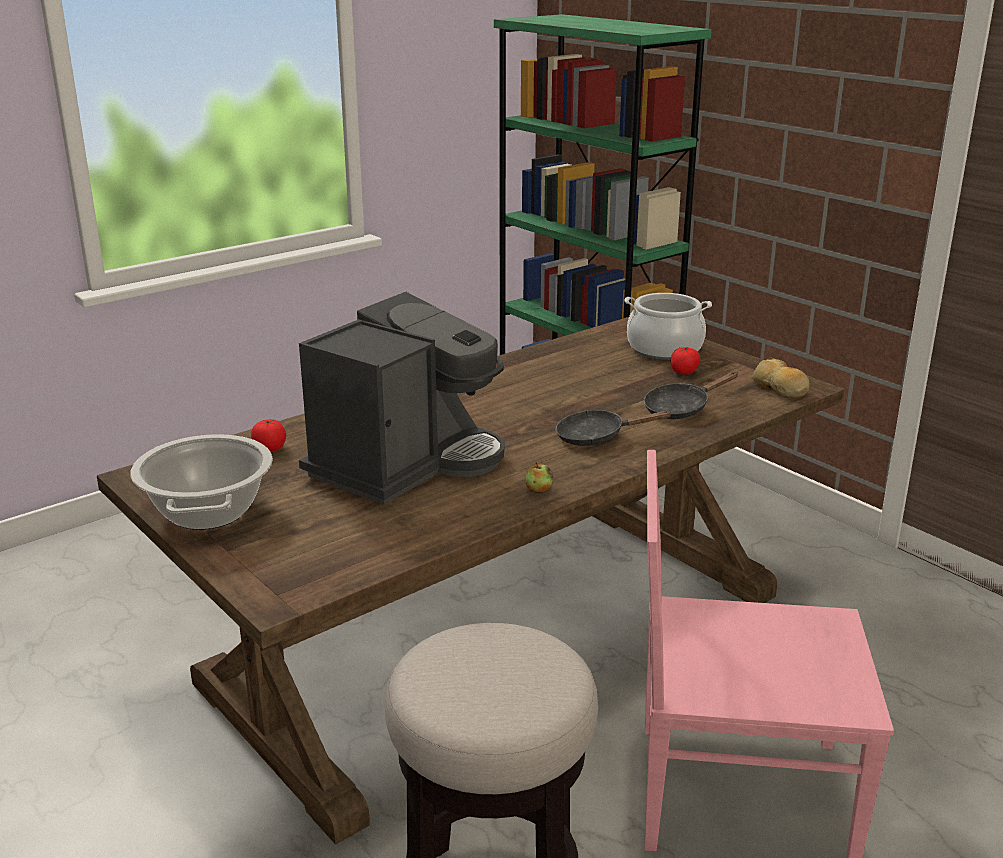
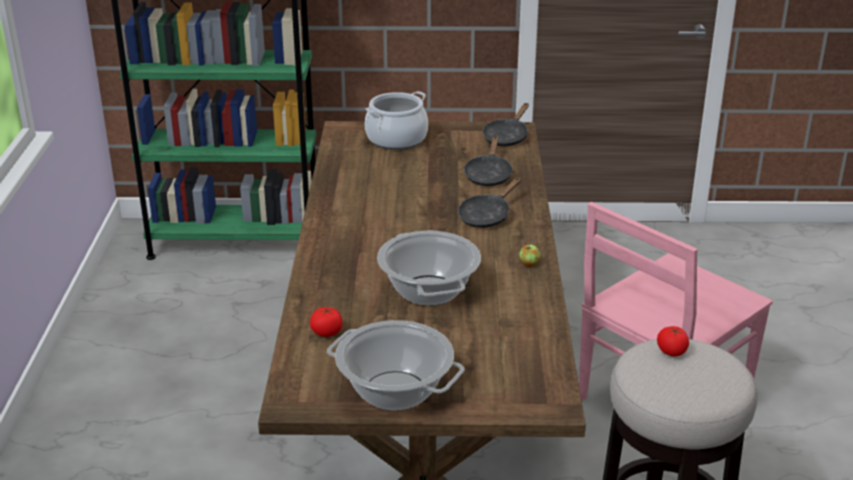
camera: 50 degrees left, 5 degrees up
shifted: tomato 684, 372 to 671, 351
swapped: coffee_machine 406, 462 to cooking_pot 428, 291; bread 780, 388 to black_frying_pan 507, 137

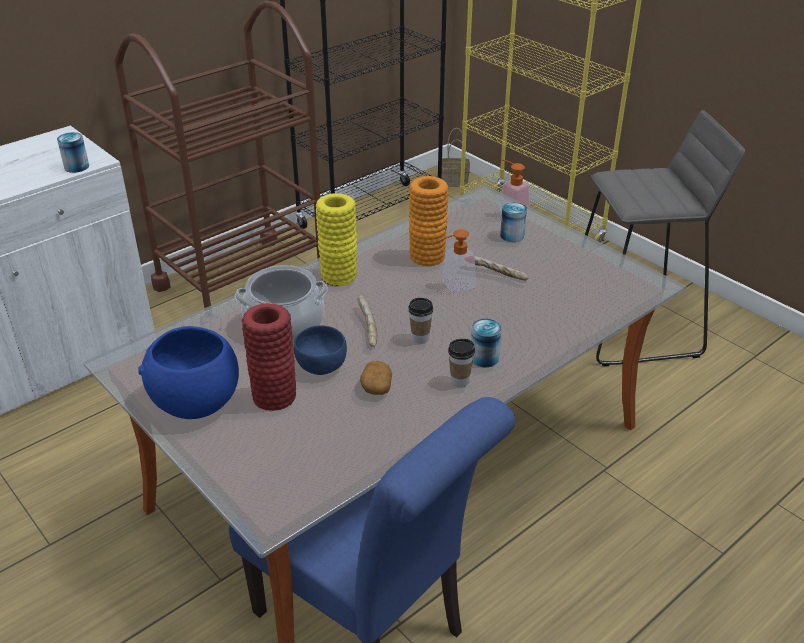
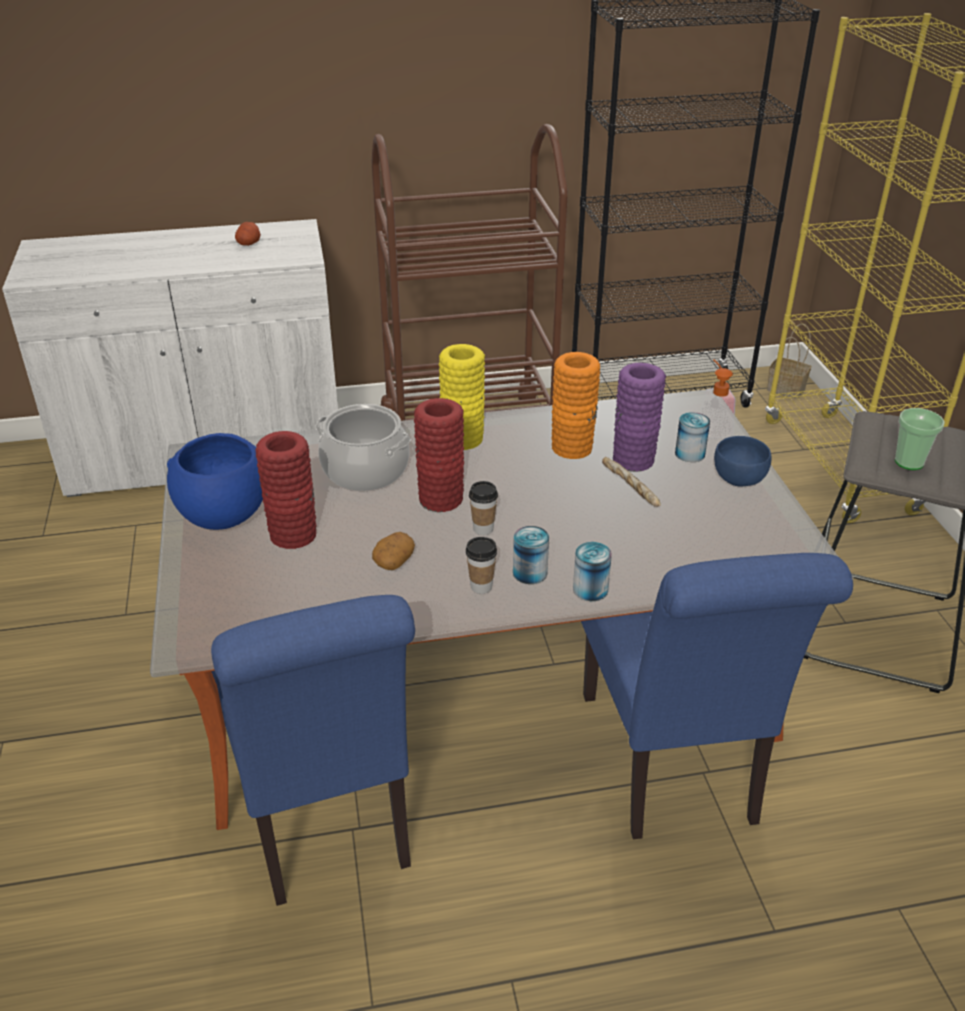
camera: 30 degrees right, 0 degrees up
gone: soap_dispenser 453, 286
new: potato 249, 243; blue_chair 672, 766; purple_vase 633, 459; cup 909, 462
shifted: can 76, 167 to 590, 589; blue_bowl 322, 366 to 739, 478
swapped: bread 366, 327 to red_vase 441, 498

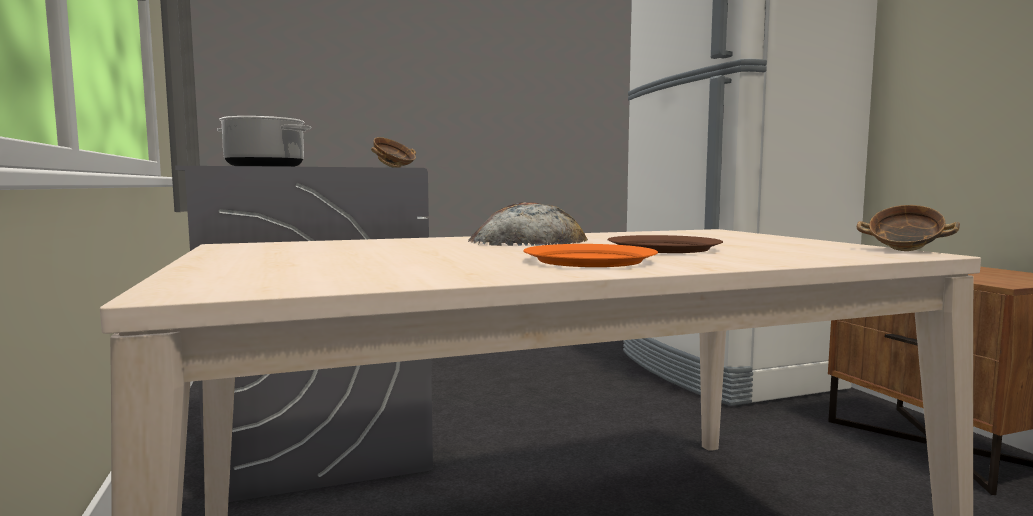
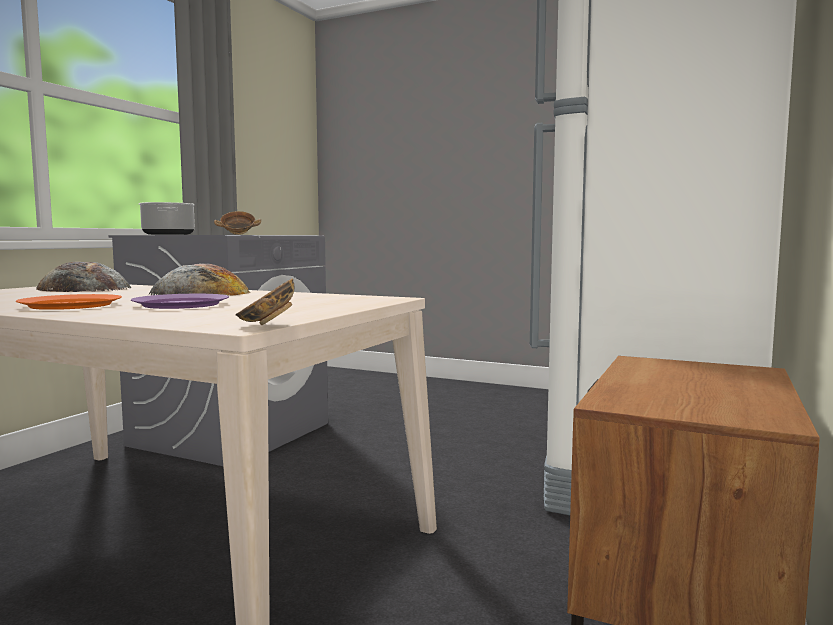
camera: 45 degrees right, 0 degrees up
new: bread 84, 288
repainted: brown_plate 663, 248 to purple_plate 180, 304

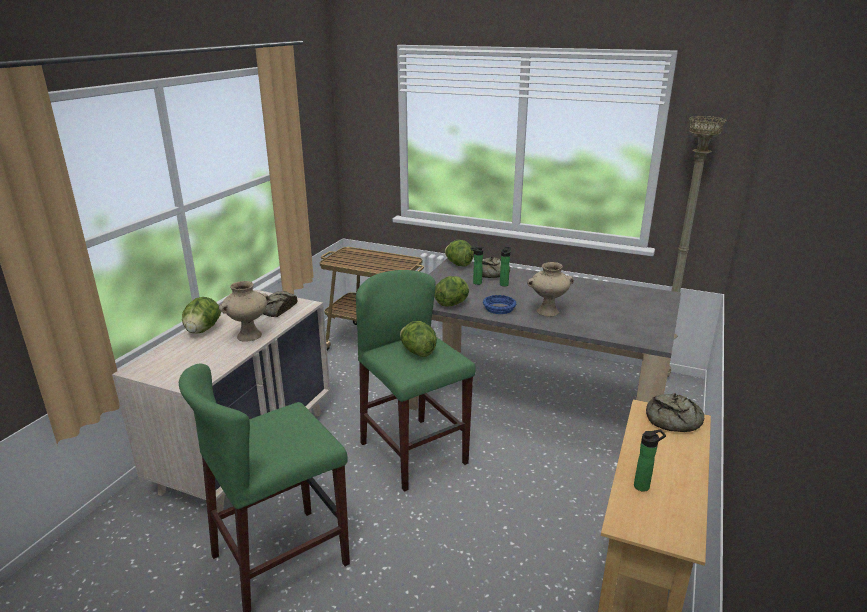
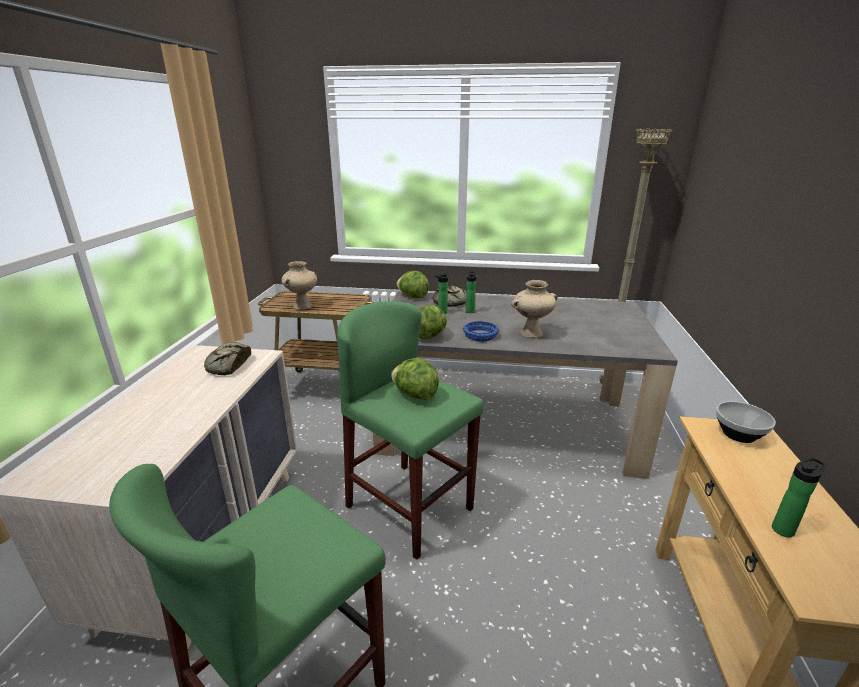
camera: 15 degrees left, 0 degrees up
gone: lettuce 202, 330
shifted: beige_vase 249, 335 to 302, 306
swapped: bread 673, 420 to bowl 739, 434

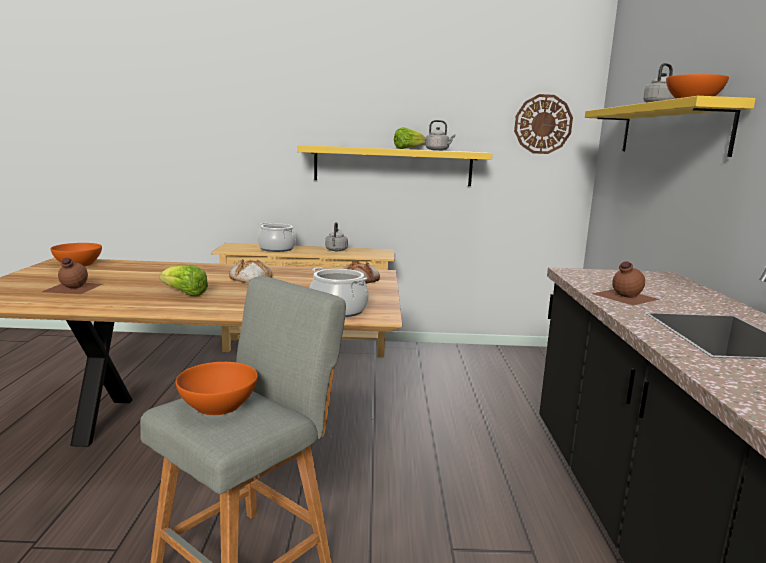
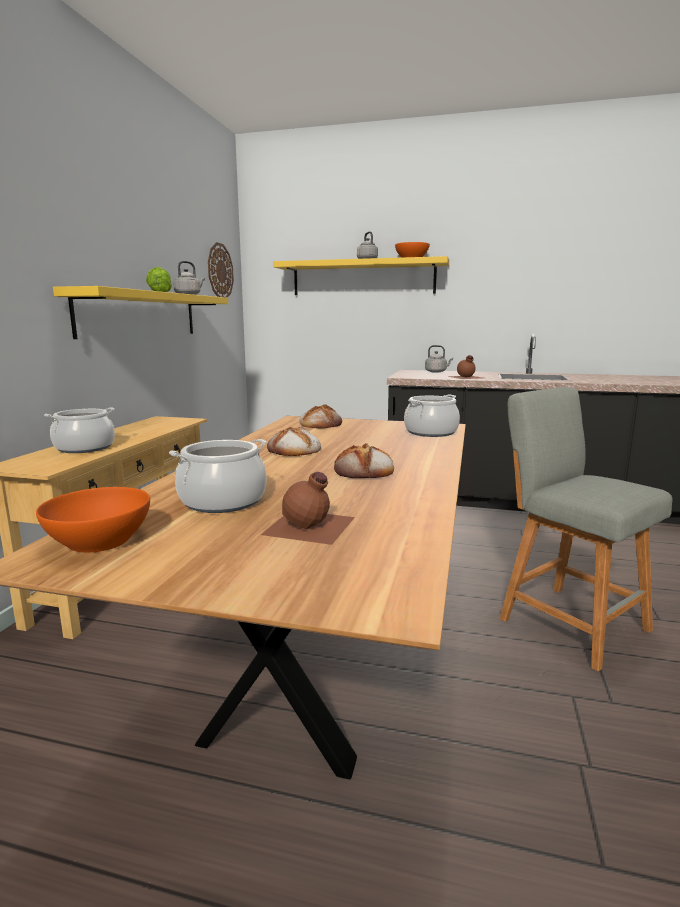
camera: 75 degrees left, 0 degrees up
gone: orange_bowl 218, 405
new: cooking_pot 222, 501
shifted: grey_kettle 336, 250 to 437, 372
swapped: lettuce 184, 294 to bread 364, 471

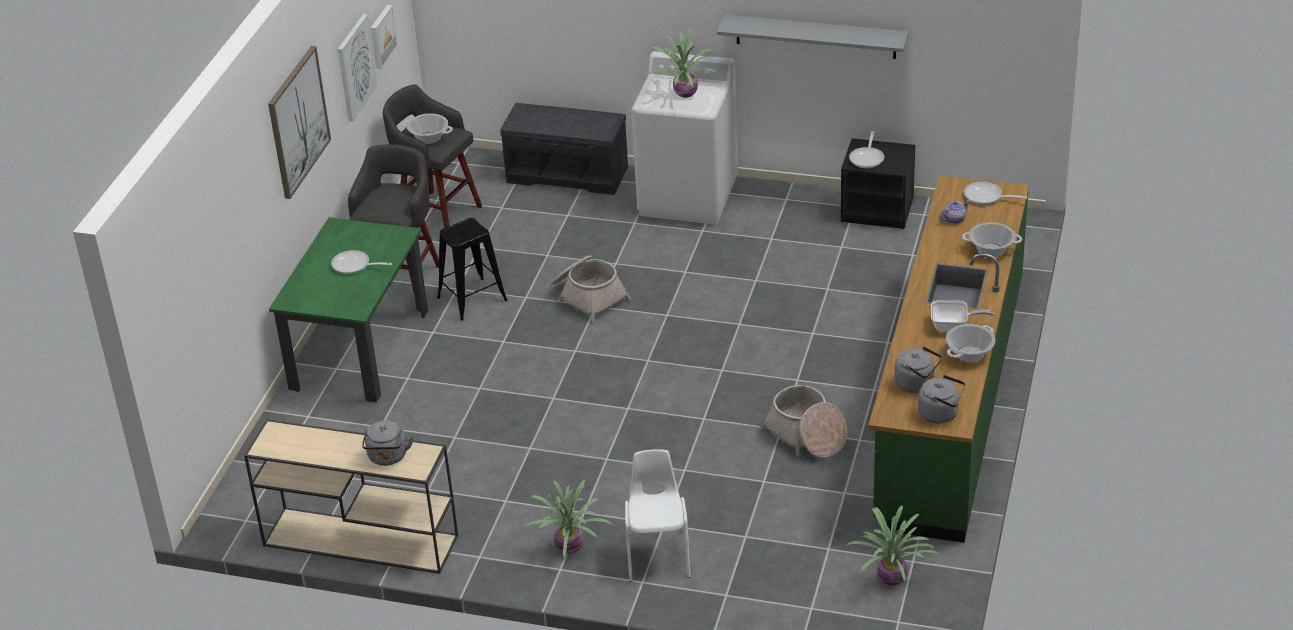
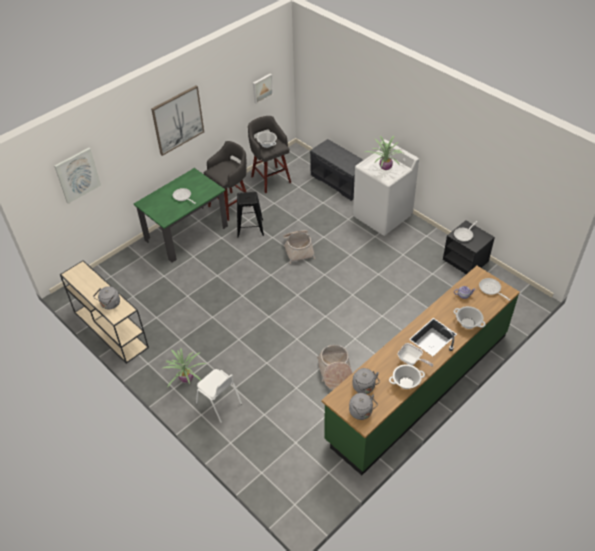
camera: 30 degrees right, 10 degrees up
gone: grey_shelf 815, 36; potted_plant 892, 578
shifted: picture 355, 67 to 77, 175
rotated: white_chair 658, 555 = 219, 403 105 degrees clockwise

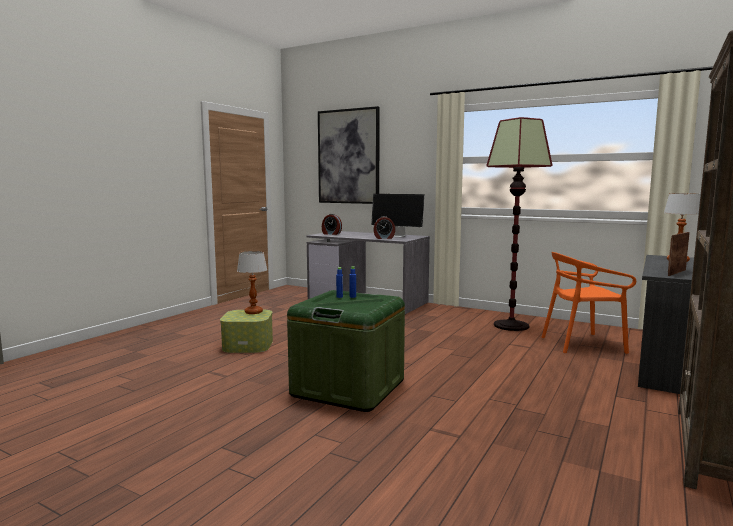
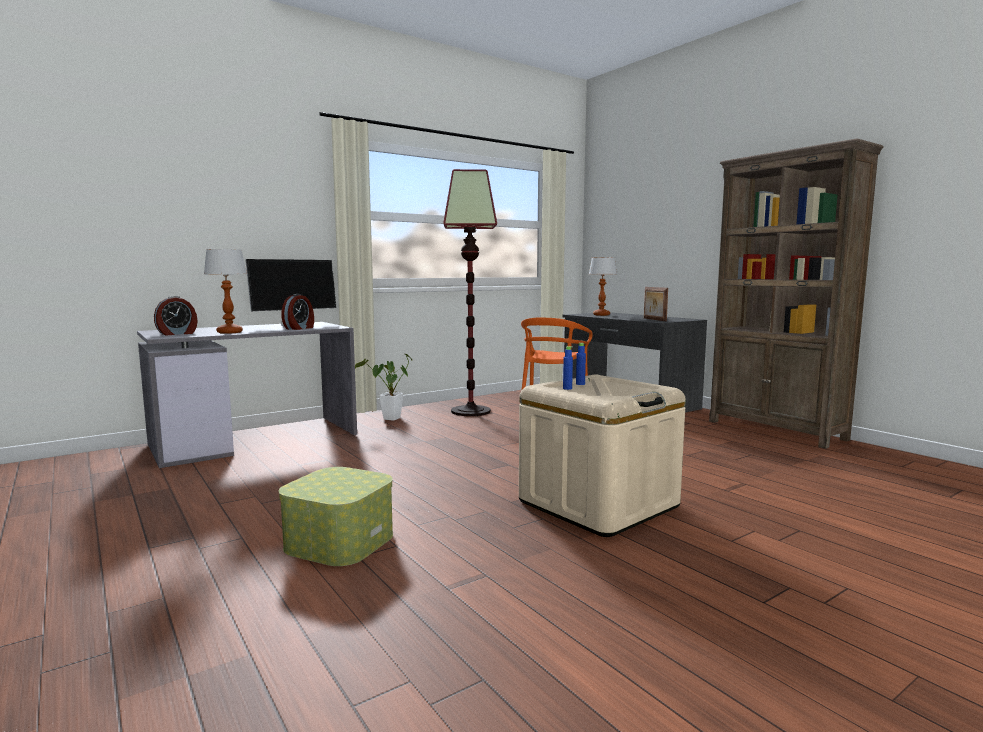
camera: 65 degrees left, 0 degrees up
gone: picture 348, 156
new: potted_plant 389, 419
shifted: table_lamp 253, 312 to 229, 332
repainted: green_storage_box 348, 388 to beige_storage_box 598, 504

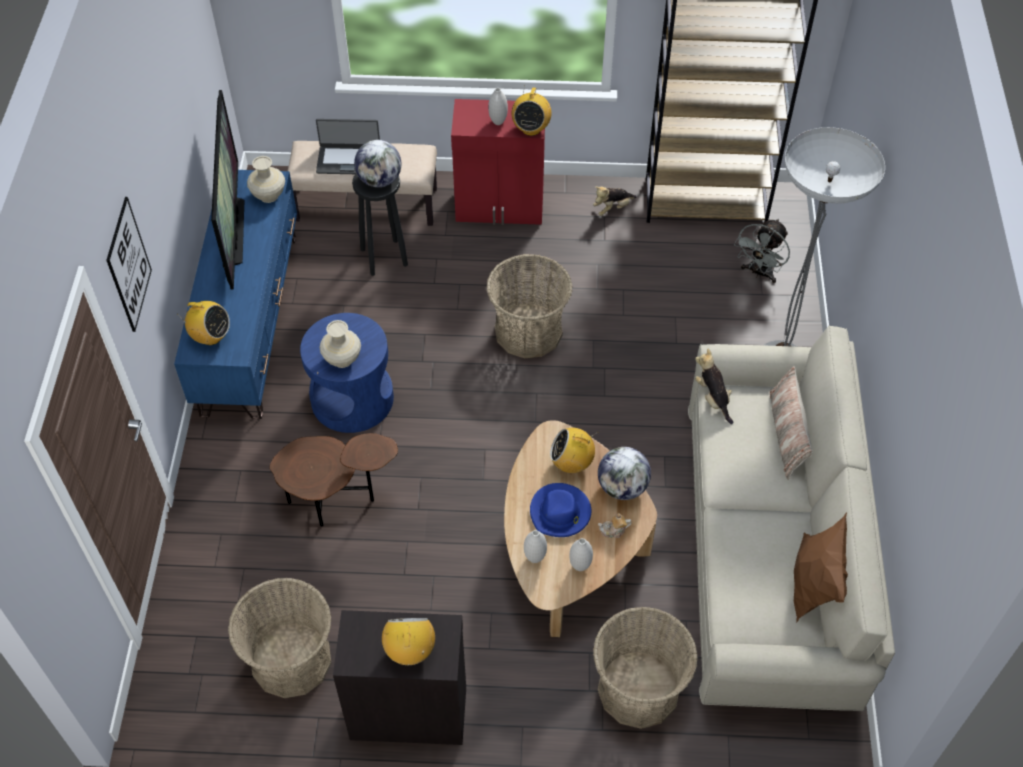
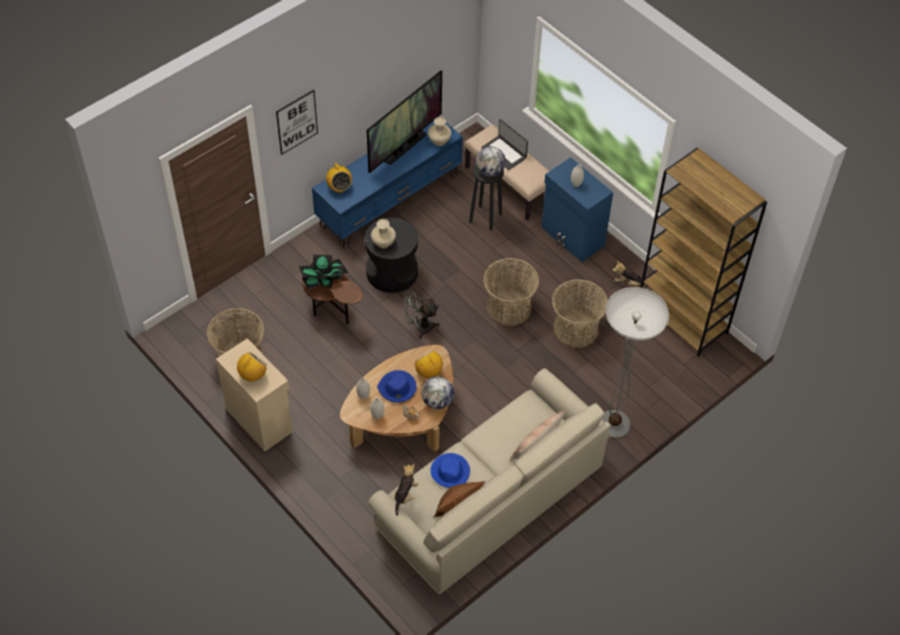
camera: 45 degrees right, 0 degrees up
gone: radio 531, 129
new: potted_plant 324, 282; blue_hat 450, 471
shifted: basket 638, 689 to 576, 329; plush_toy 713, 398 to 405, 495; grey_fan 759, 273 to 419, 328
repainted: blue_side_table 352, 398 to black_side_table 392, 272; black_cabinet 408, 711 to beige_cabinet 259, 419; red_cabinet 500, 207 to blue_cabinet 572, 237

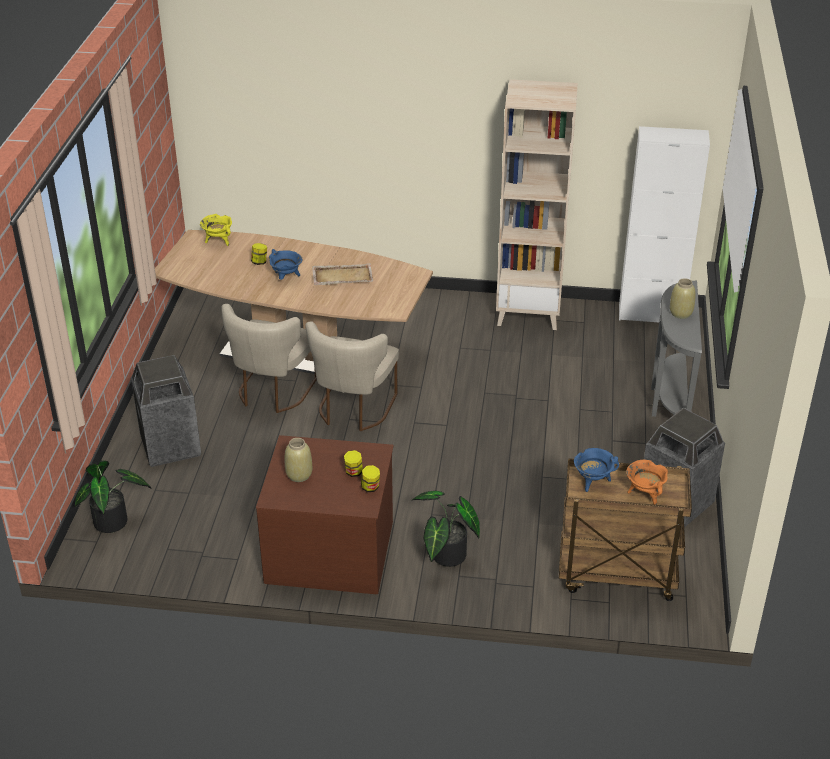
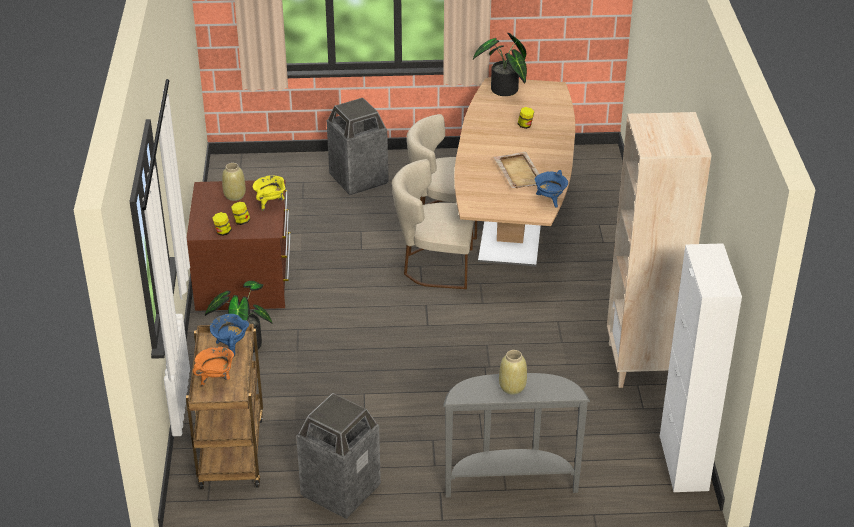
camera: 80 degrees right, 0 degrees up
shifted: potted_plant 114, 523 to 504, 91; yellow_cooking_pot 218, 241 to 270, 203; blue_cooking_pot 286, 277 to 550, 200

